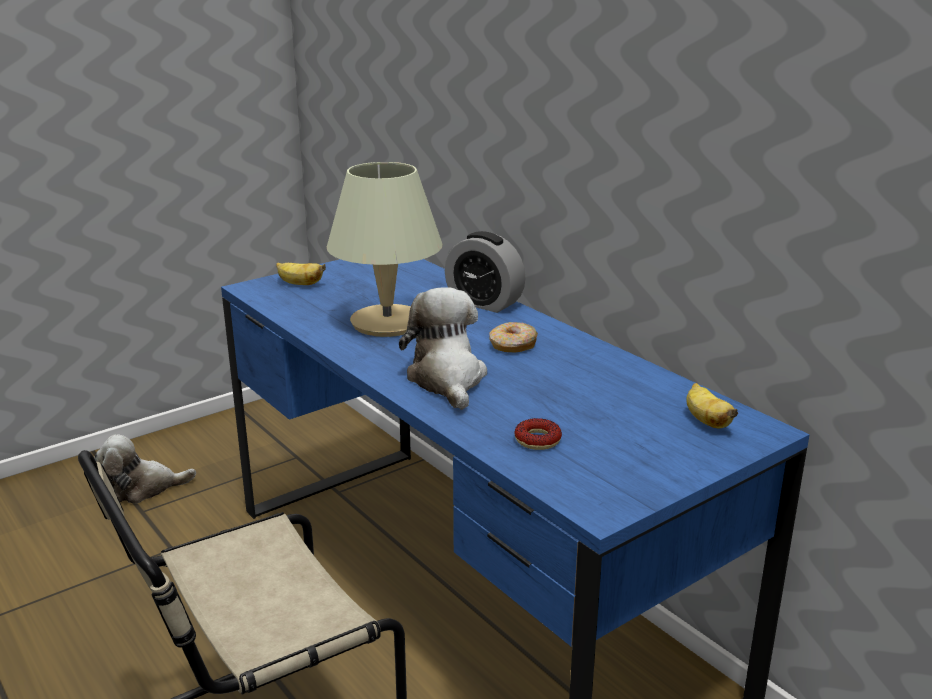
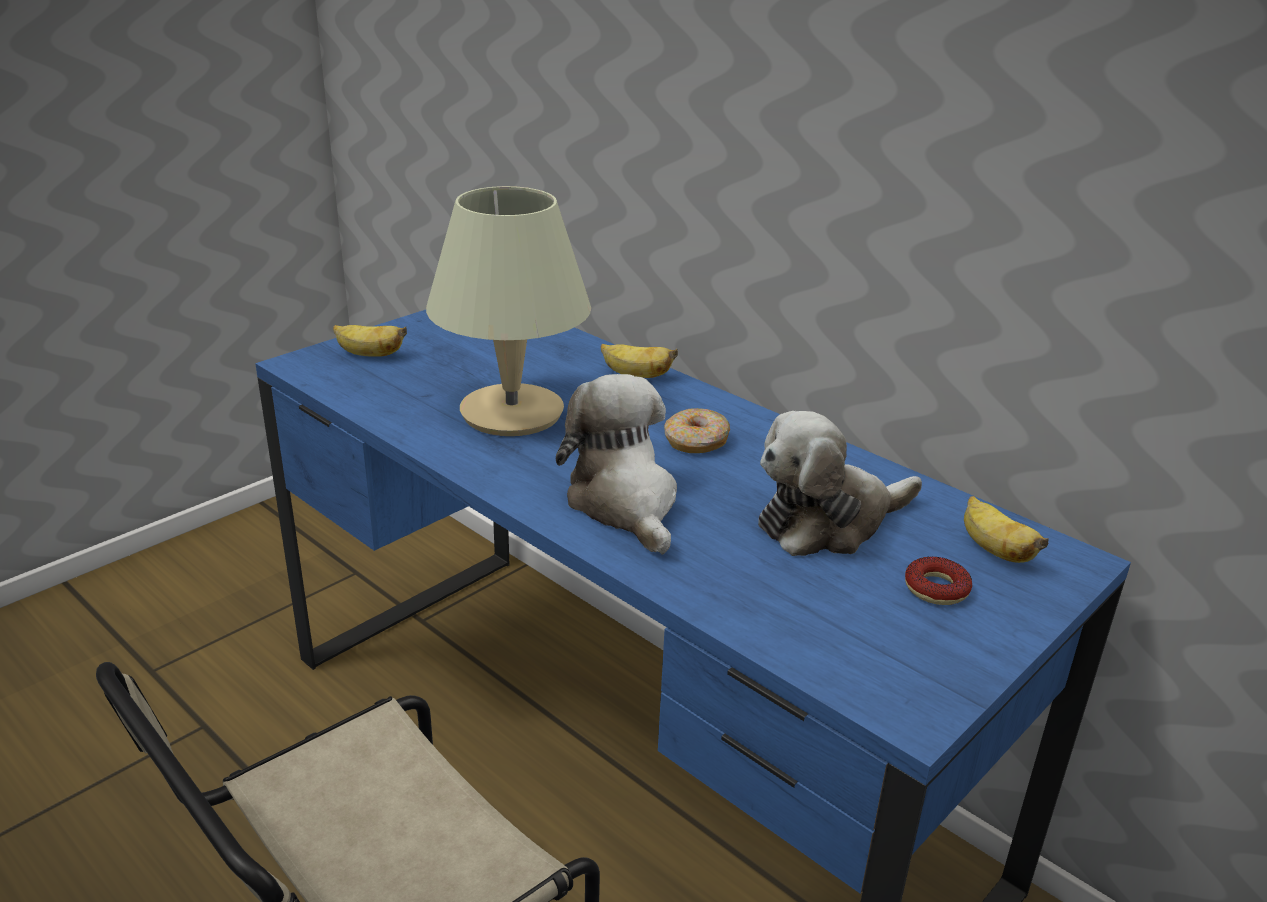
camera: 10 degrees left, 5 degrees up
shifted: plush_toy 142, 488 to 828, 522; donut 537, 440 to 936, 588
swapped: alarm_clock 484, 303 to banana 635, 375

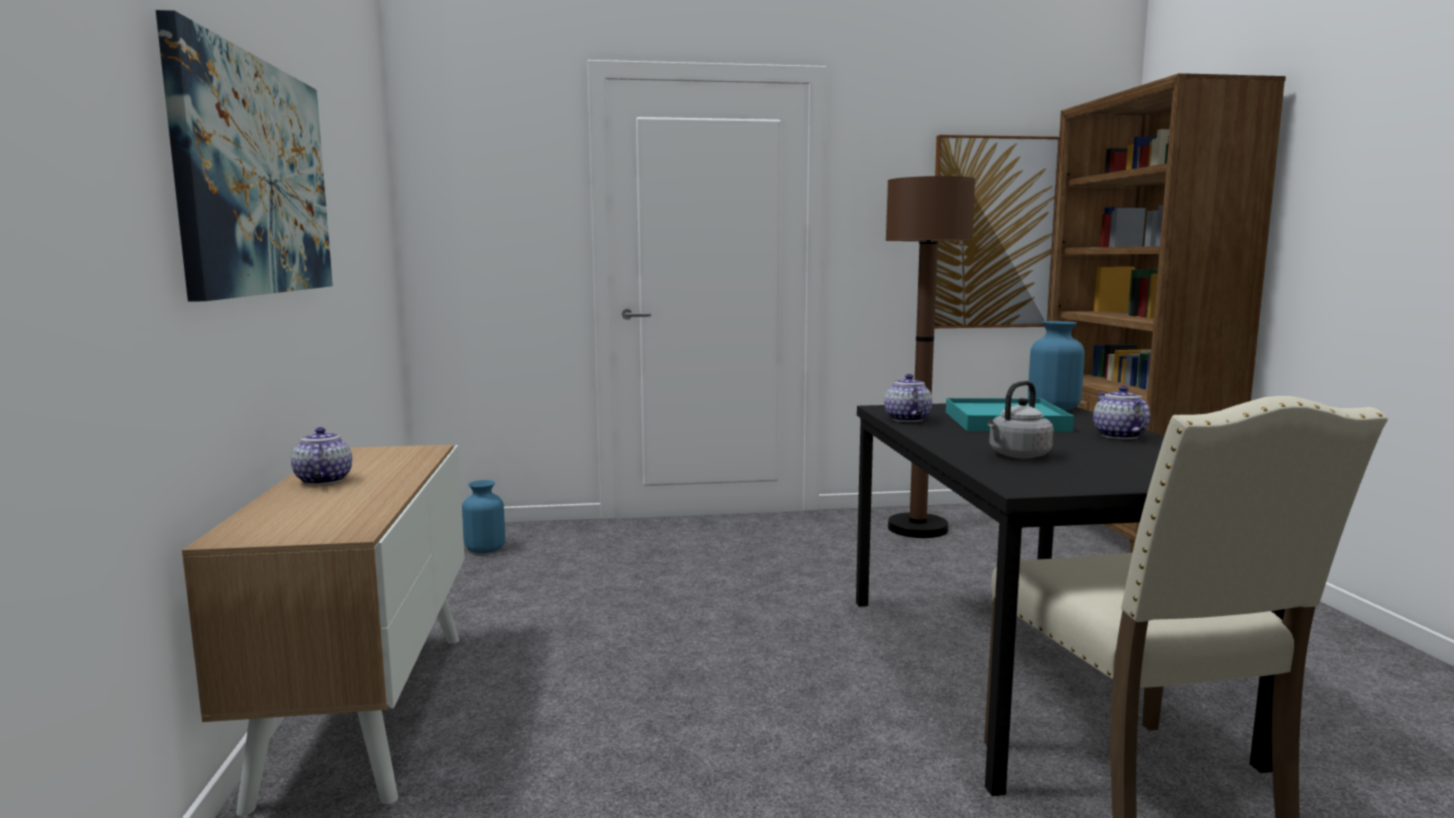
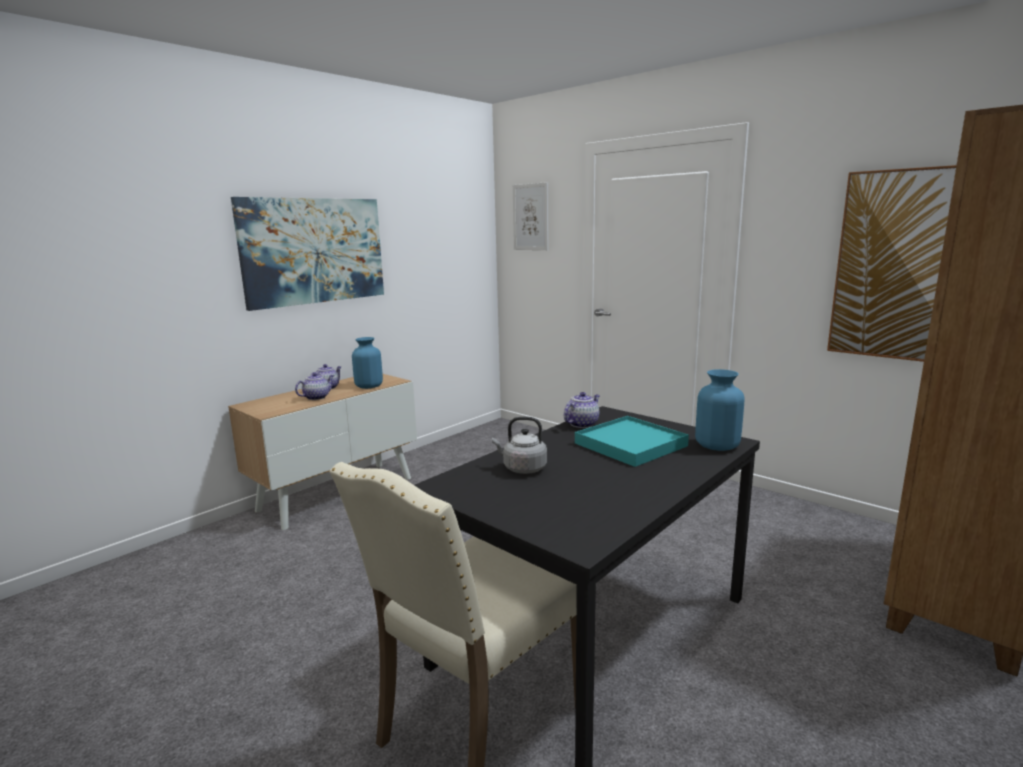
camera: 50 degrees right, 5 degrees up
gone: brown_floor_lamp 917, 528
new: picture 531, 217
shifted: blue_vase 485, 549 to 369, 386; teapot 1118, 435 to 317, 397

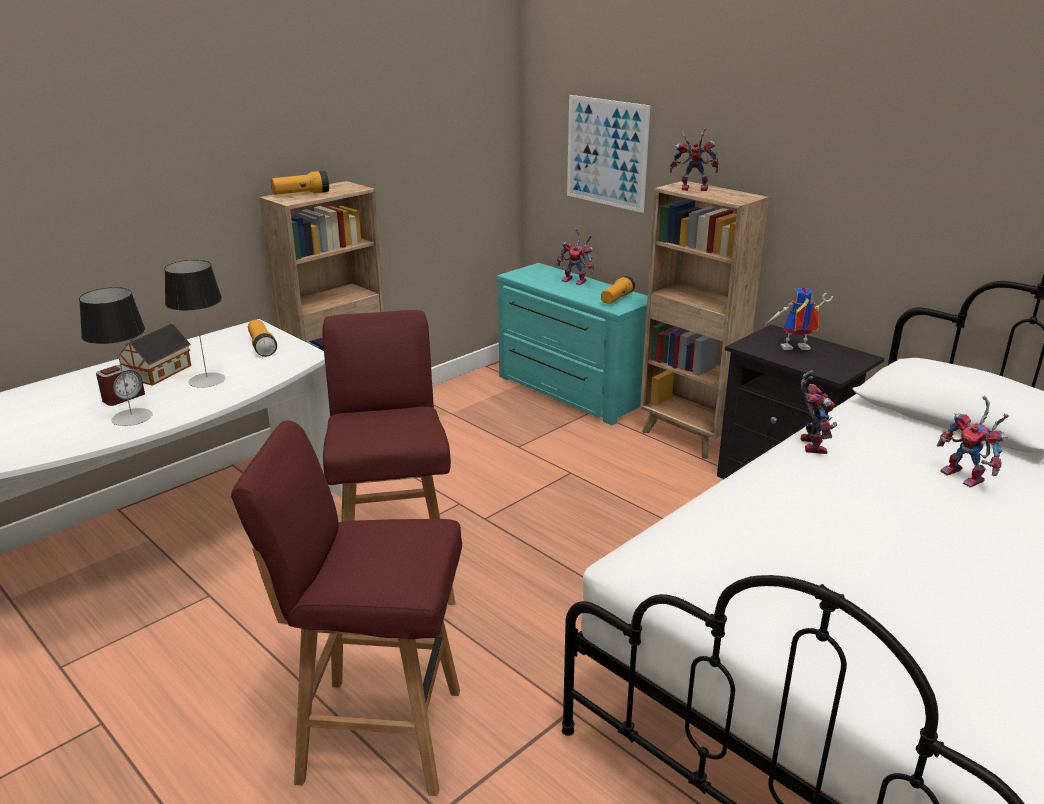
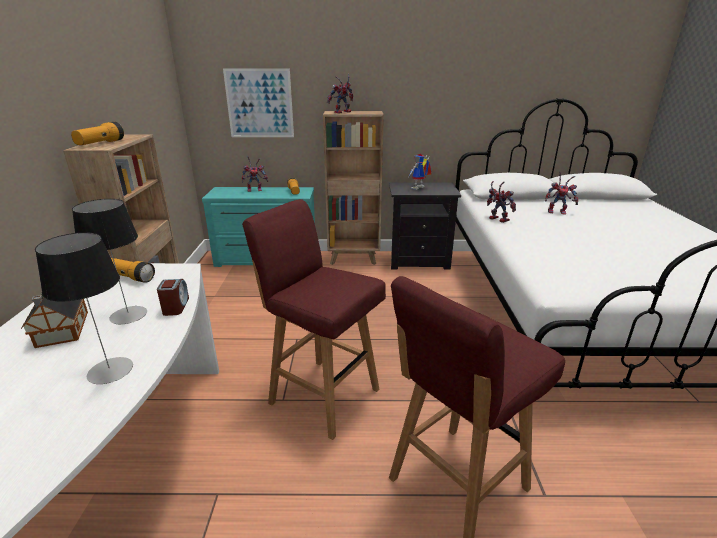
camera: 45 degrees left, 0 degrees up
shifted: alarm_clock 123, 397 to 176, 306

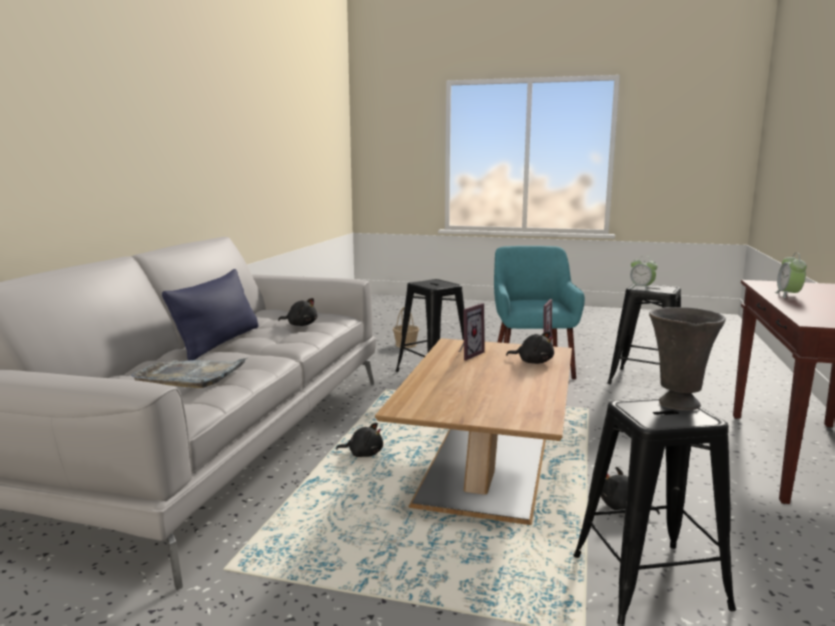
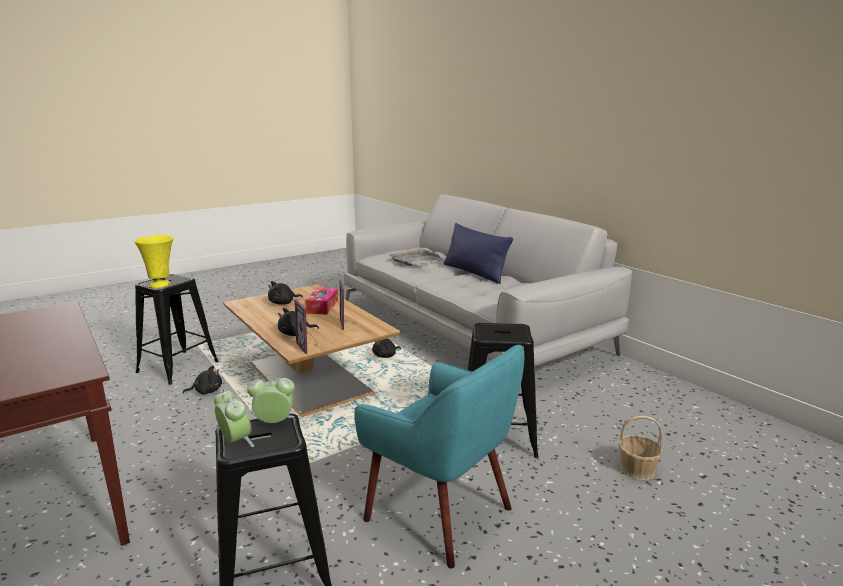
camera: 130 degrees right, 5 degrees up
new: tissue_box 322, 307
shifted: black_plush_toy 300, 325 to 283, 303; alarm_clock 788, 295 to 235, 441
repainted: grey_vase 677, 404 to yellow_vase 161, 285

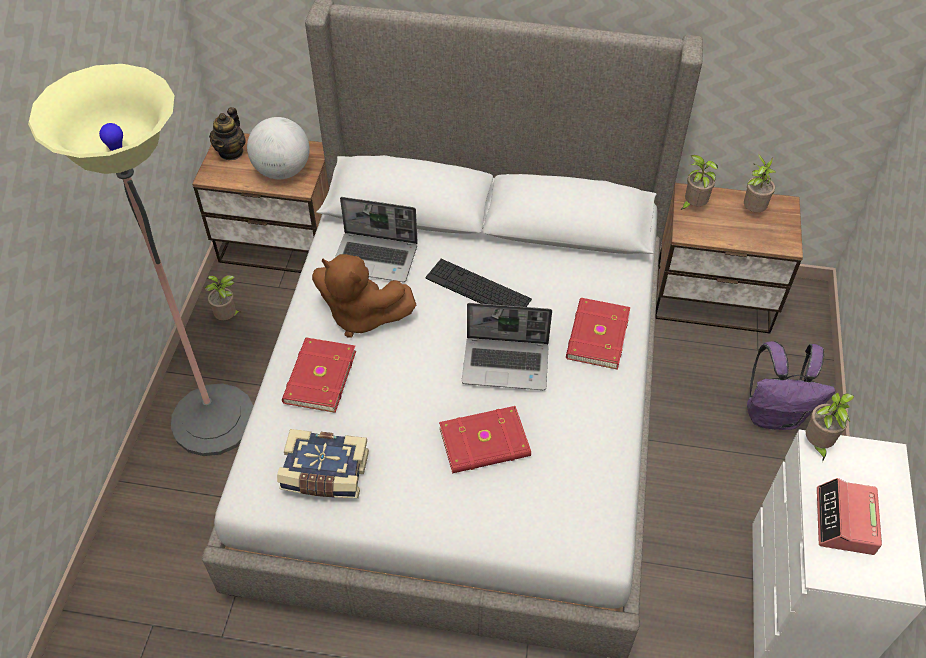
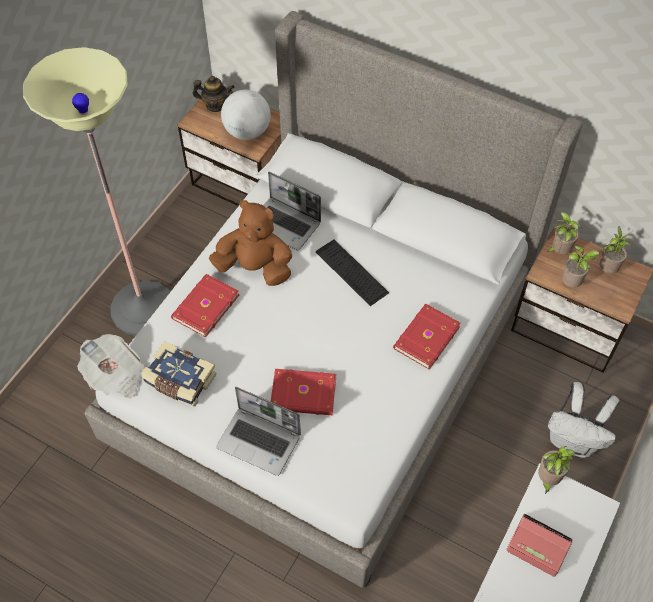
camera: 20 degrees right, 5 degrees up
new: newspaper 115, 375
shifted: potted_plant 228, 317 to 572, 284; laptop 506, 364 to 260, 441
repainted: purple_backpack 774, 415 to white_backpack 573, 441
rotated: teapot 231, 152 = 215, 105 120 degrees counterclockwise; brown_plush_toy 361, 315 = 255, 267 150 degrees clockwise; alarm_clock 845, 522 = 538, 545 90 degrees clockwise

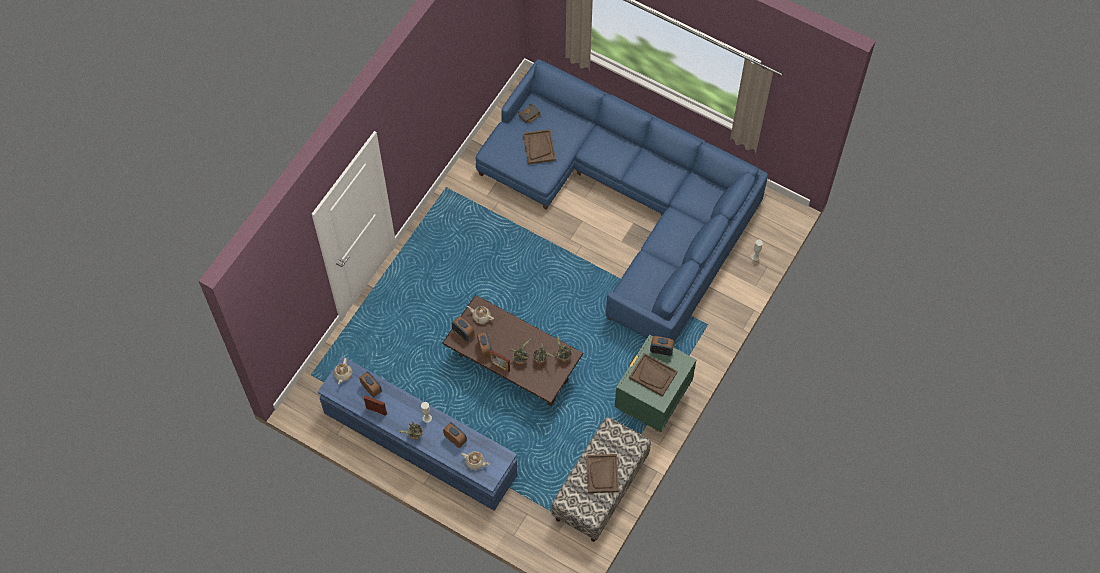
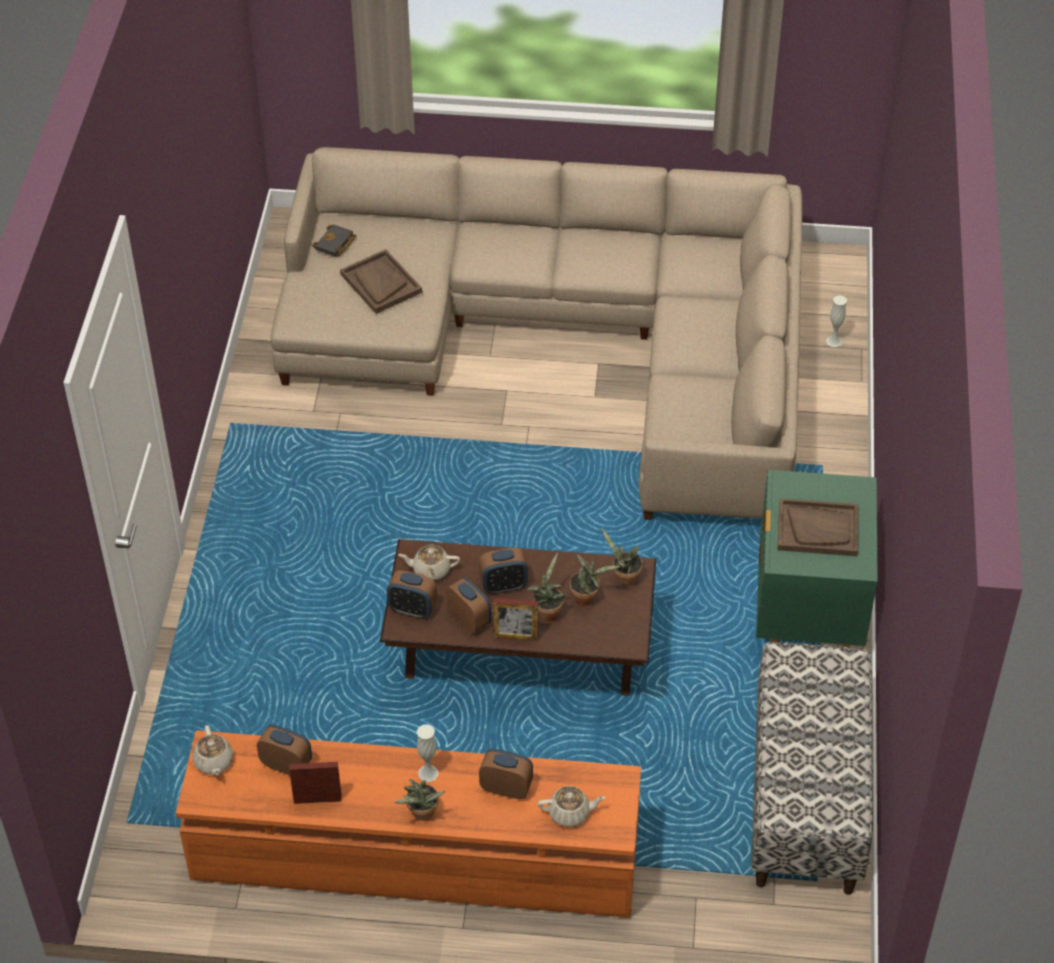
camera: 25 degrees left, 15 degrees down
gone: brown_tray 602, 474
shifted: alarm_clock 661, 351 to 503, 585
repainted: blue_tv_stand 420, 444 to orange_tv_stand 415, 858; blue_sofa 626, 202 to beige_sofa 567, 338

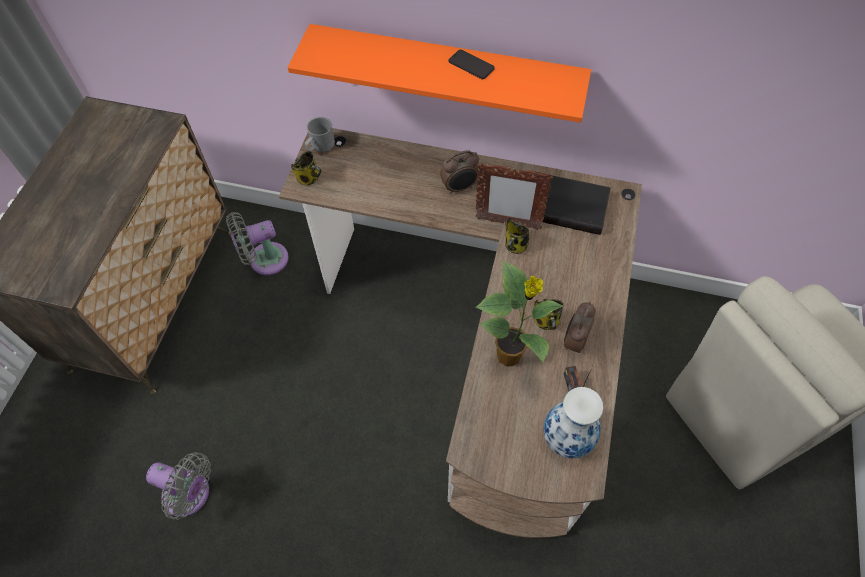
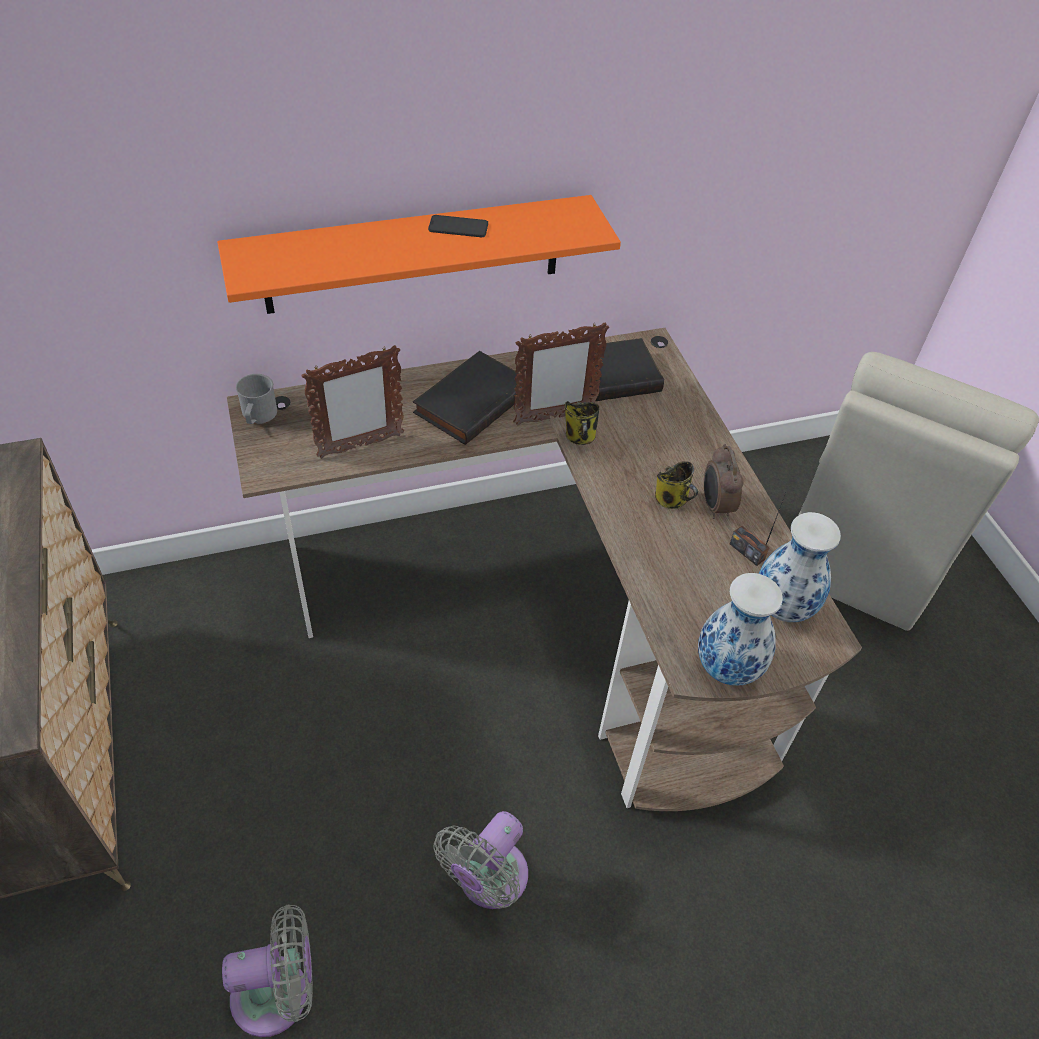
camera: 35 degrees left, 10 degrees down
gone: mug 309, 178; potted_plant 510, 356
new: picture_frame 360, 446; vase 728, 667
shifted: grey_fan 264, 260 to 488, 880
swapped: alarm_clock 459, 188 to black_book 471, 401

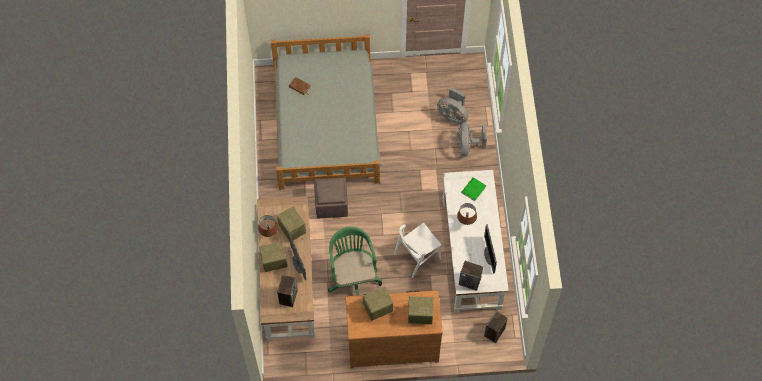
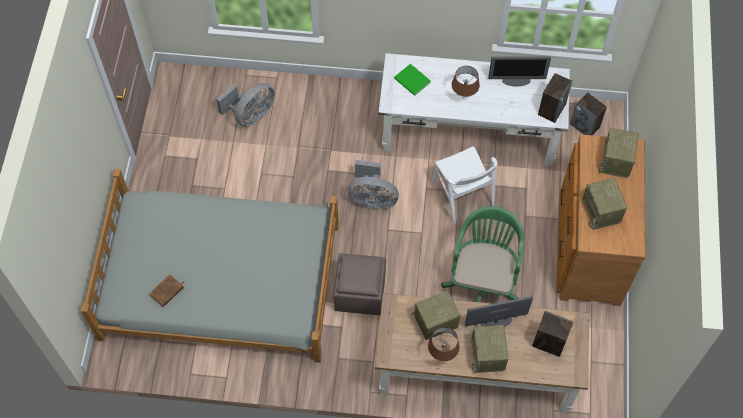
camera: 80 degrees left, 0 degrees up
shifted: grey_fan 467, 146 to 372, 199
rotated: green_office_chair 353, 277 = 482, 281 105 degrees clockwise

